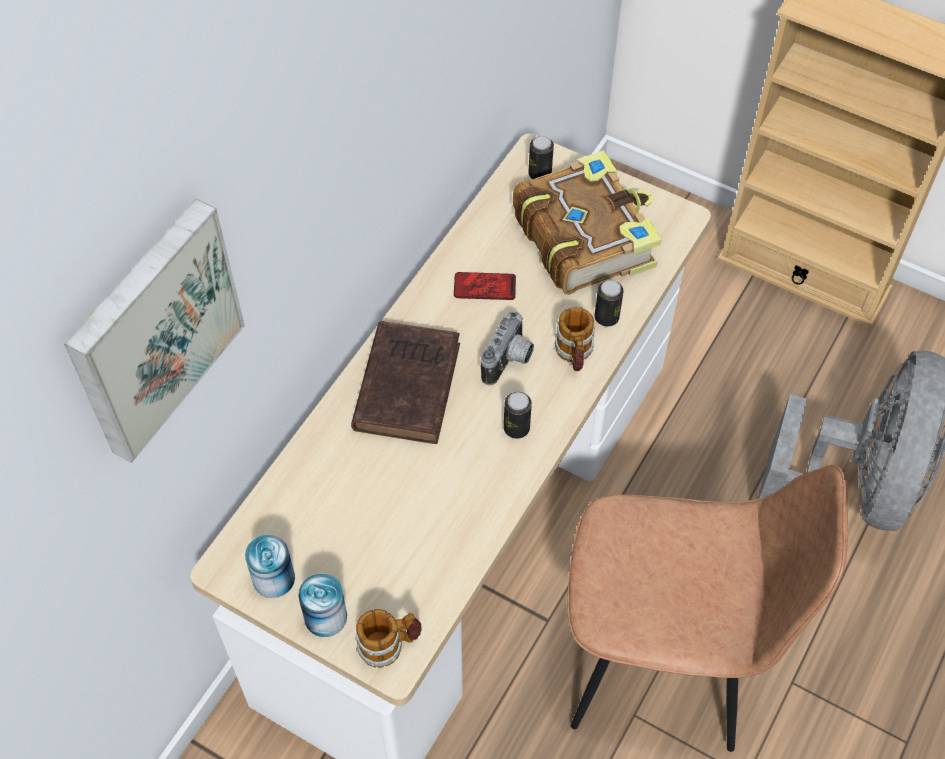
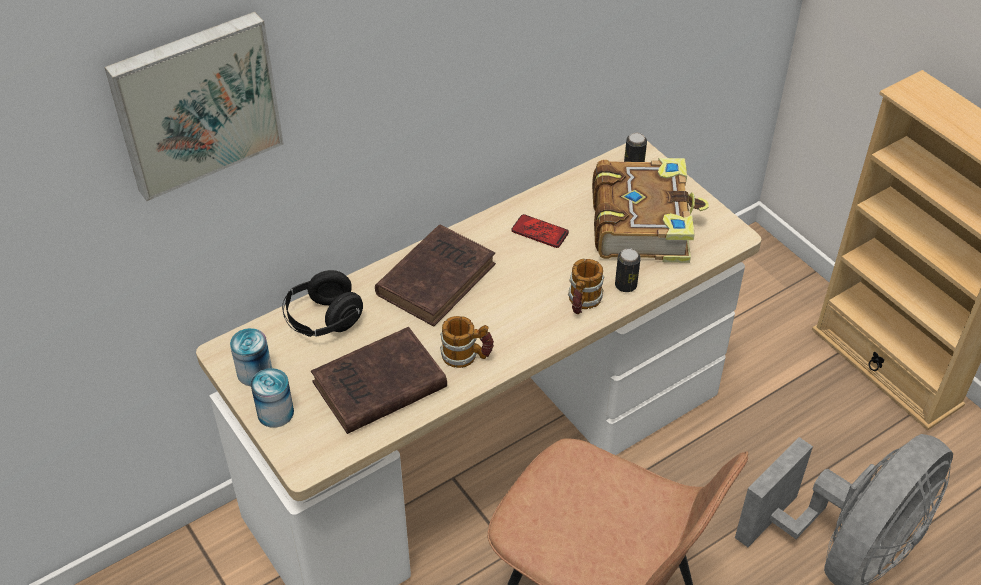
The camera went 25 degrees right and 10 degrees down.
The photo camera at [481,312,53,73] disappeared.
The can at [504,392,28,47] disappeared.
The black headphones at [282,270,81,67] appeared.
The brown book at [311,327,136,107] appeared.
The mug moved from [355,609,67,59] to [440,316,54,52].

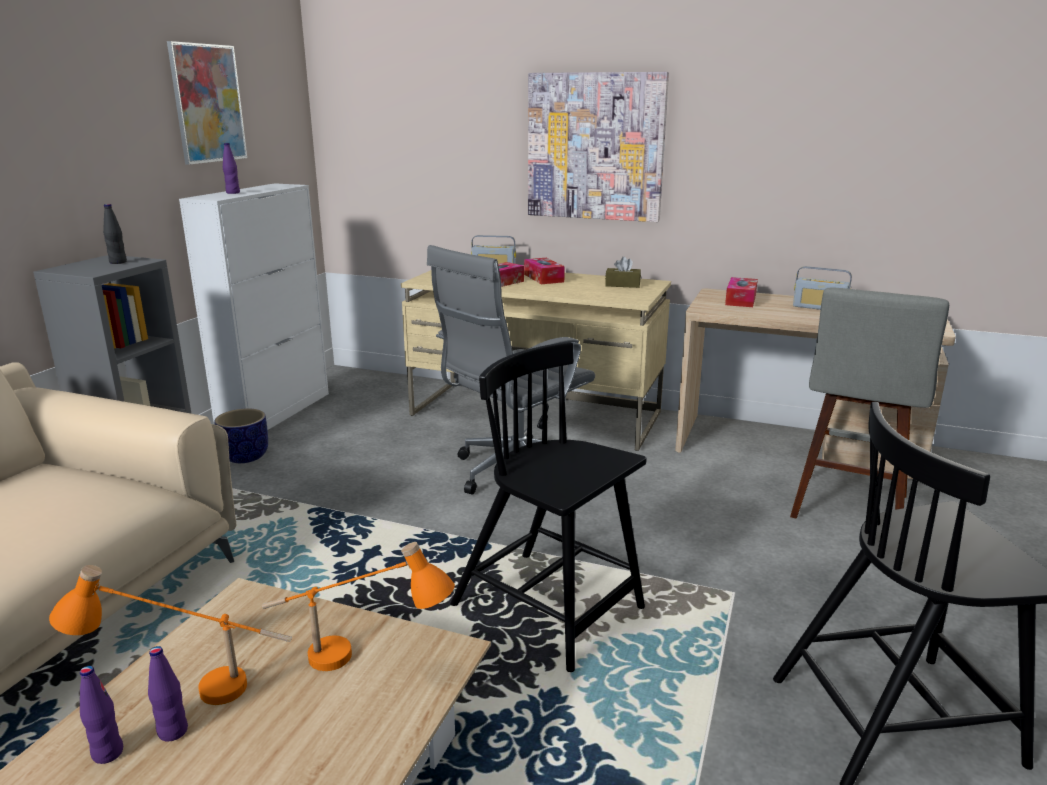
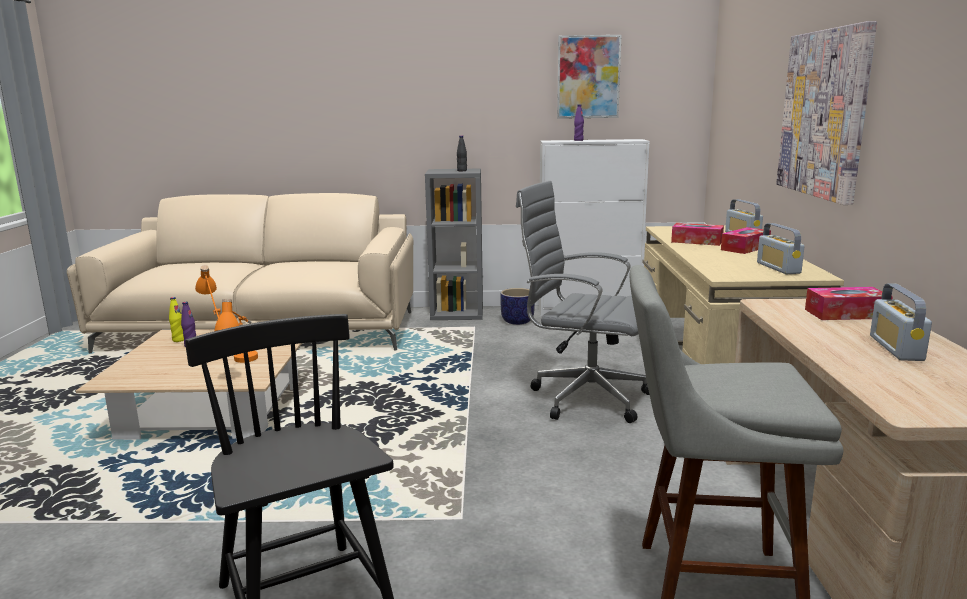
The camera went 70 degrees right and 5 degrees down.
The black chair at [450,342,197,330] disappeared.
The brown tissue box at [605,257,36,31] was replaced by the radio at [757,223,48,51].
The purple bottle at [80,666,43,98] became the yellow bottle at [169,297,15,45].

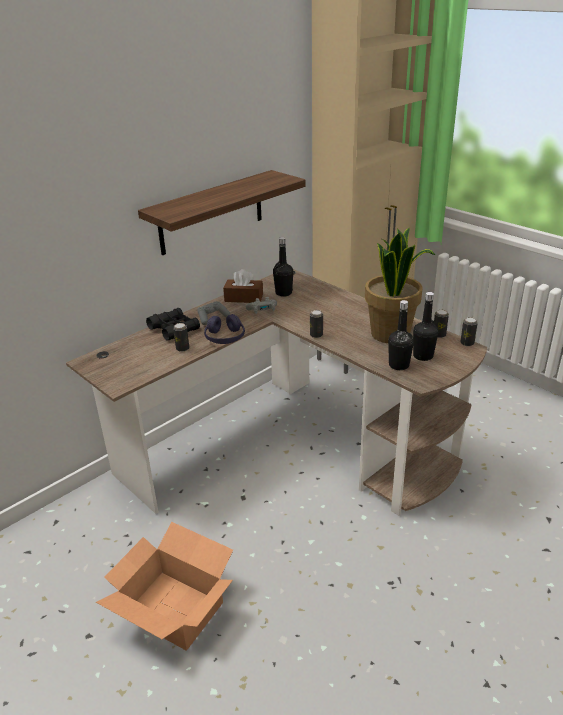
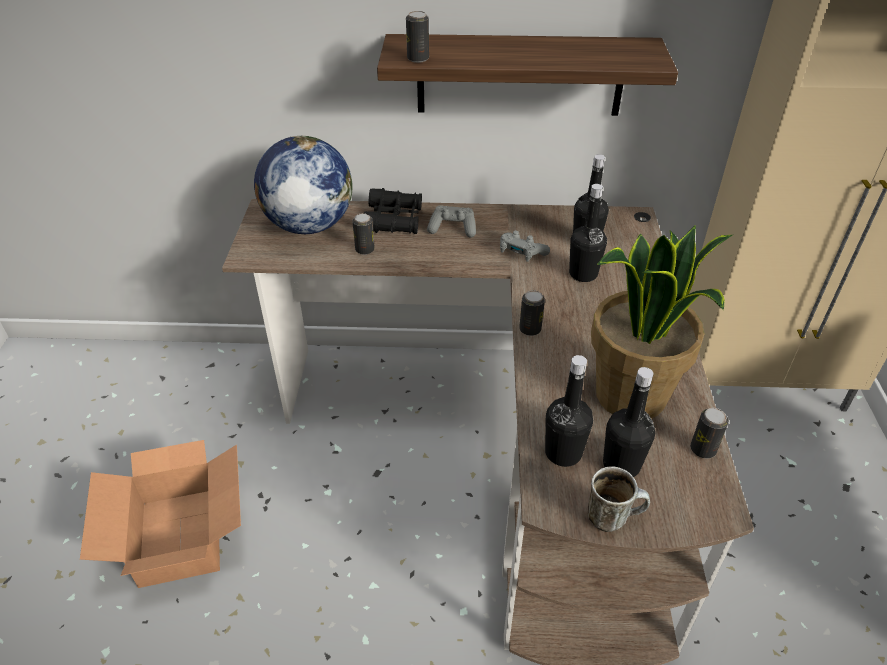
The camera went 45 degrees right and 10 degrees up.
The purple headphones at [204,314,41,30] disappeared.
The brown tissue box at [223,269,40,34] disappeared.
The globe at [254,136,99,98] appeared.
The black bottle at [569,184,38,98] appeared.
The mug at [588,466,62,66] appeared.
The can moved from [460,317,18,29] to [406,11,23,52].

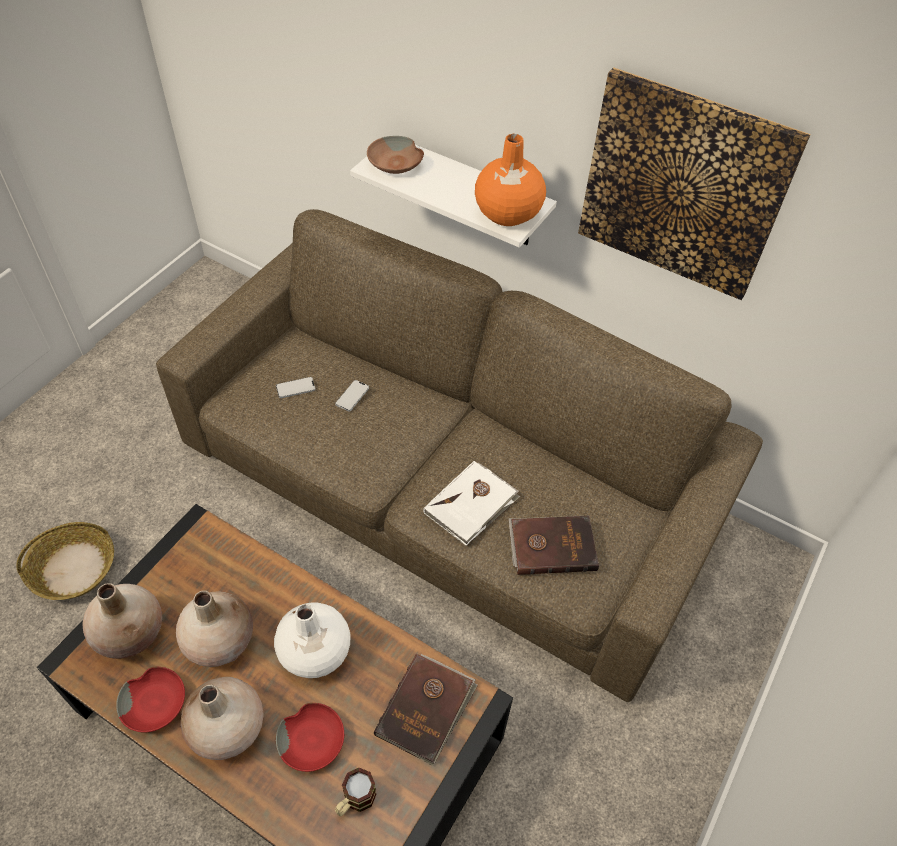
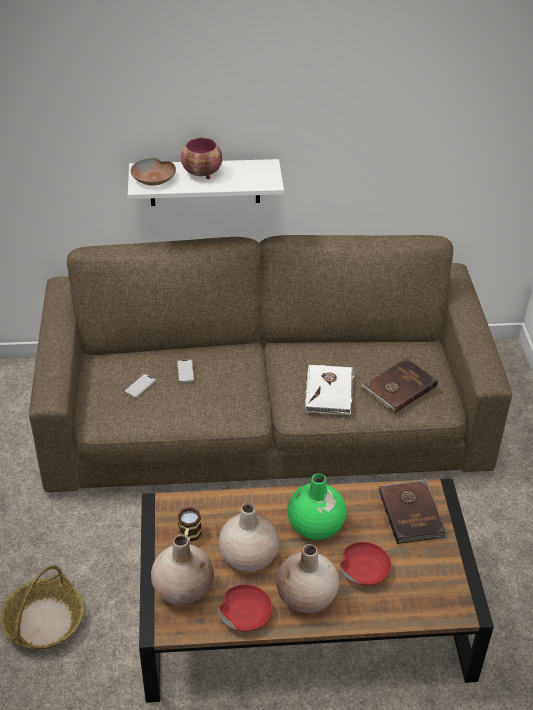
The camera went 35 degrees left and 10 degrees down.
The orange vase at [475,134,71,92] disappeared.
The picture at [578,67,233,233] disappeared.
The bowl at [181,137,41,42] appeared.
The mug moved from [335,768,41,48] to [178,507,24,35].
The white vase at [274,602,76,76] became the green vase at [287,473,60,67].

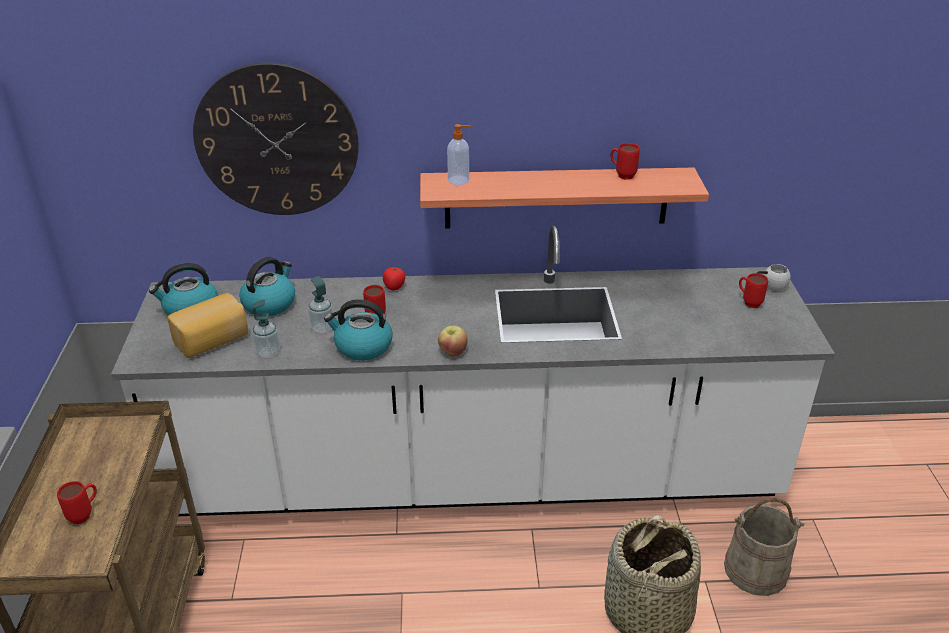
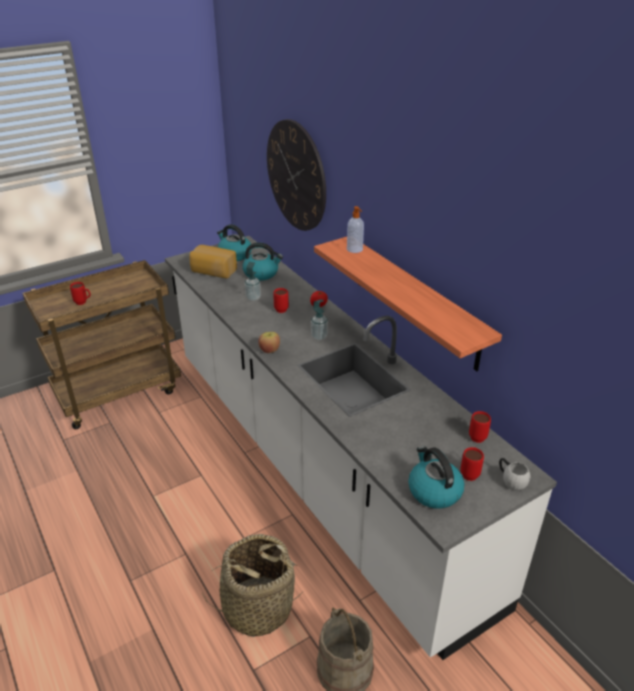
The camera went 60 degrees right and 0 degrees up.
The soap dispenser moved from [252,299,28,59] to [311,299,17,41].
The kettle moved from [324,299,69,61] to [408,446,56,63].
The red mug moved from [611,143,29,37] to [469,411,22,32].

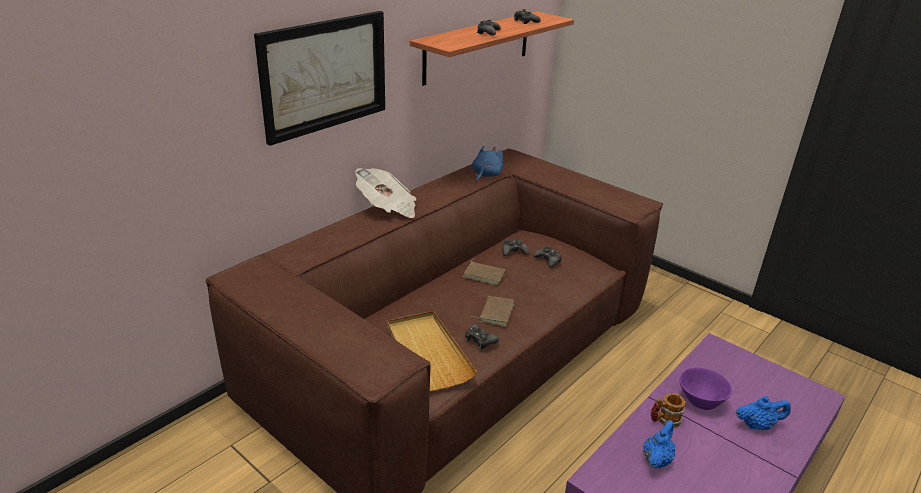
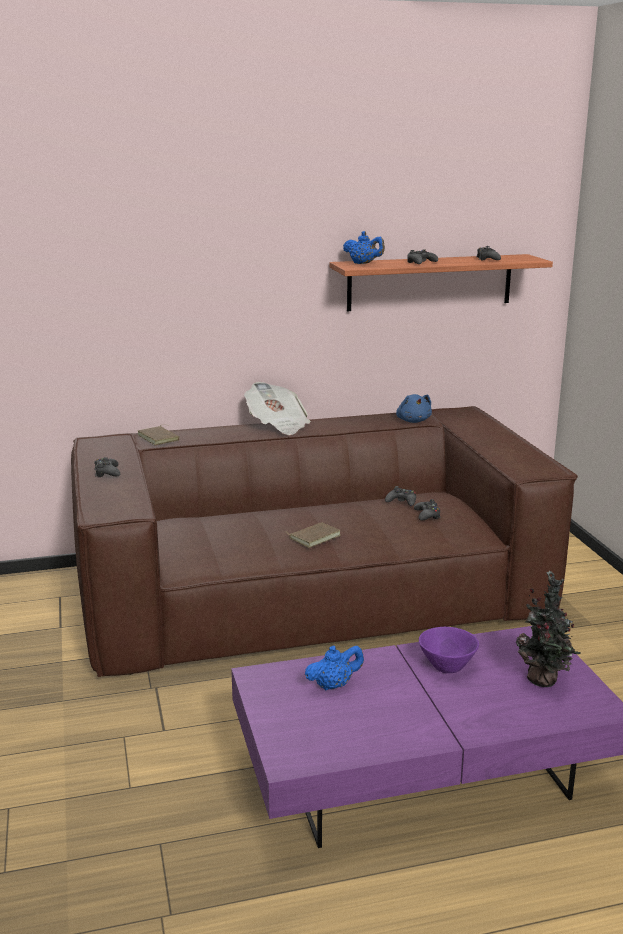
The camera went 35 degrees right and 10 degrees down.
The picture at [254,11,131,135] disappeared.
The beige tray at [387,311,90,81] disappeared.
The mug at [651,393,35,35] disappeared.
The potted plant at [515,571,66,116] appeared.
The brown book moved from [463,258,43,27] to [138,425,41,20].
The black game controller moved from [465,325,34,24] to [94,457,26,20].
The blue teapot moved from [736,396,55,34] to [343,231,42,33].
The blue plush toy at [472,146,31,36] turned 105 degrees clockwise.

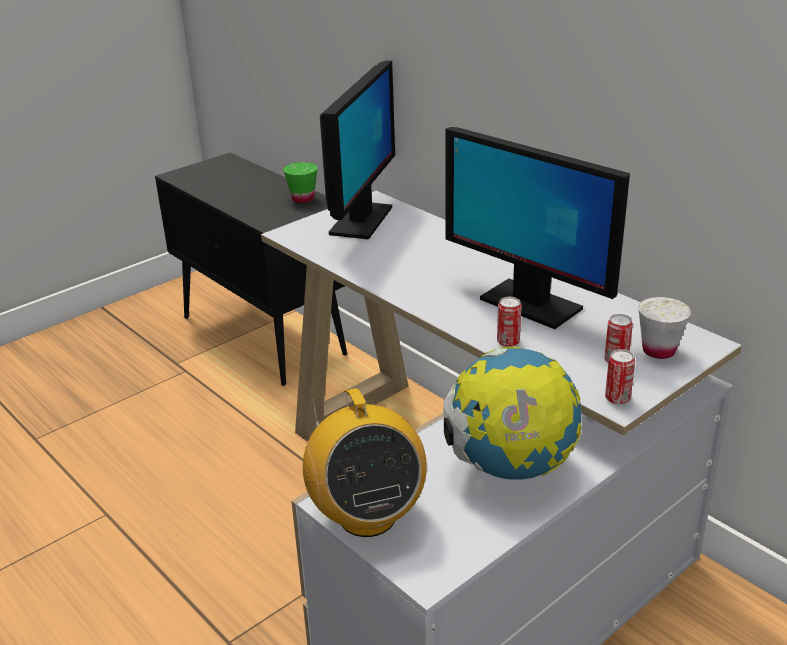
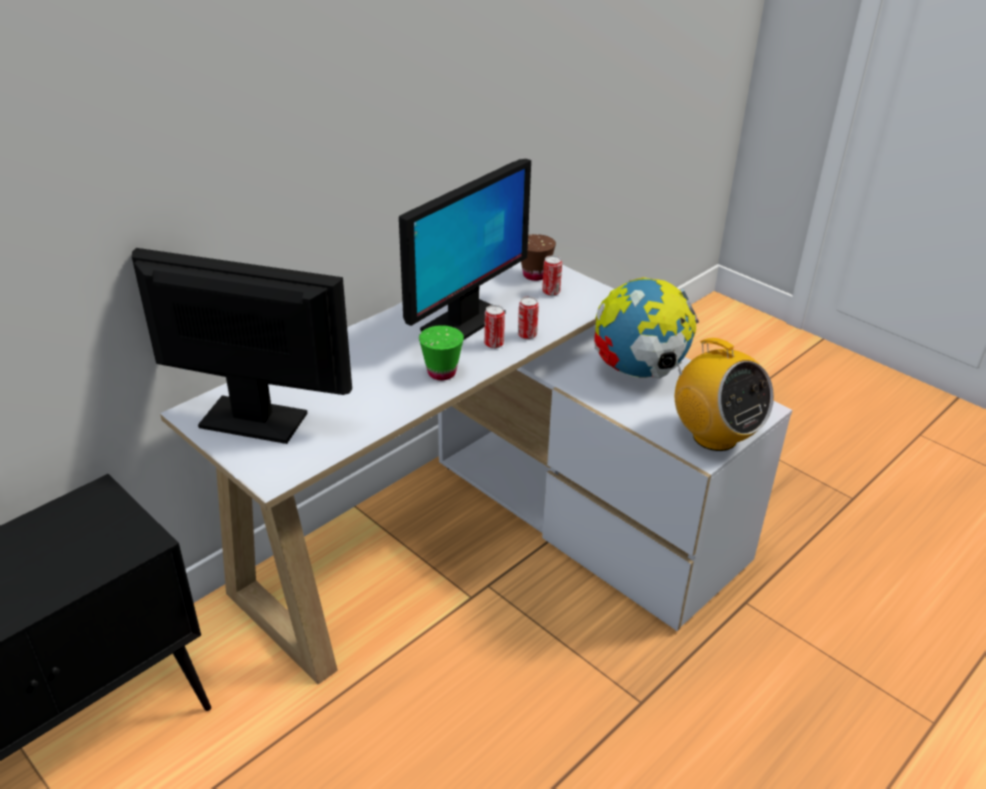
The camera went 95 degrees left and 5 degrees up.
The green cup moved from [283,162,35,41] to [419,325,45,55].
The can moved from [605,349,30,56] to [484,305,21,44].
The white cup at [638,297,53,62] became the brown cup at [521,234,35,47].
The radio at [303,388,124,149] turned 75 degrees clockwise.

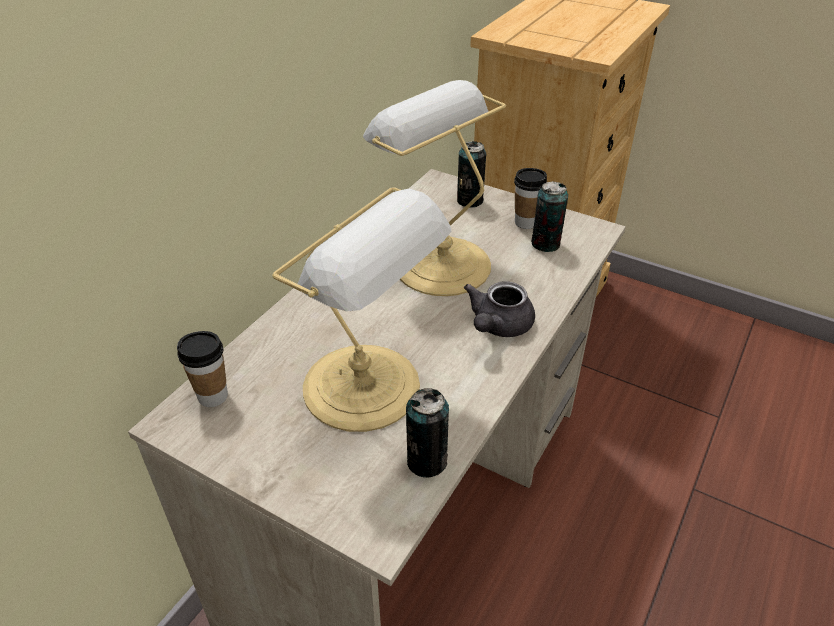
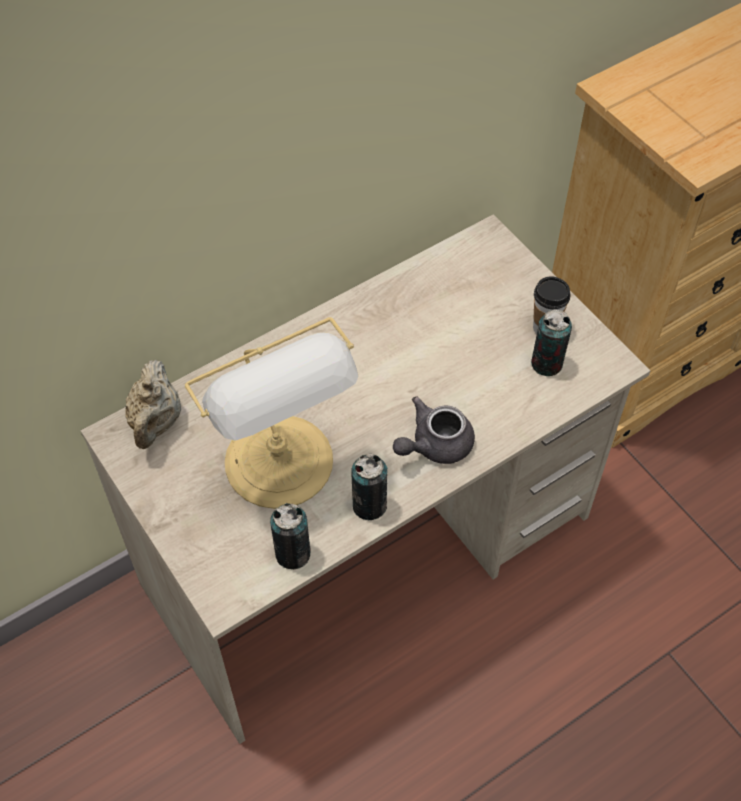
The camera went 25 degrees right and 15 degrees up.
The table lamp at [363,80,143,216] disappeared.
The can moved from [457,141,30,67] to [351,454,36,66].
The cup at [177,331,51,76] was replaced by the beige teapot at [125,360,56,89].

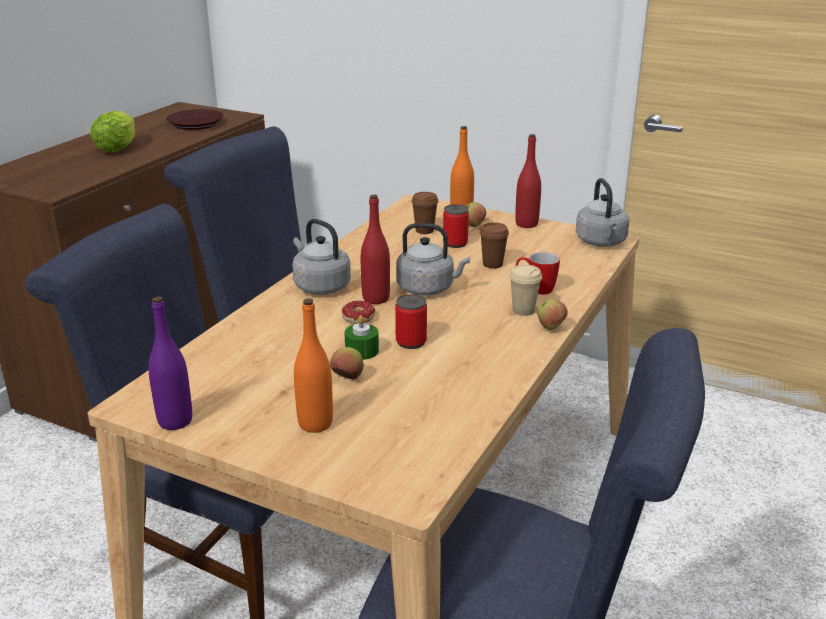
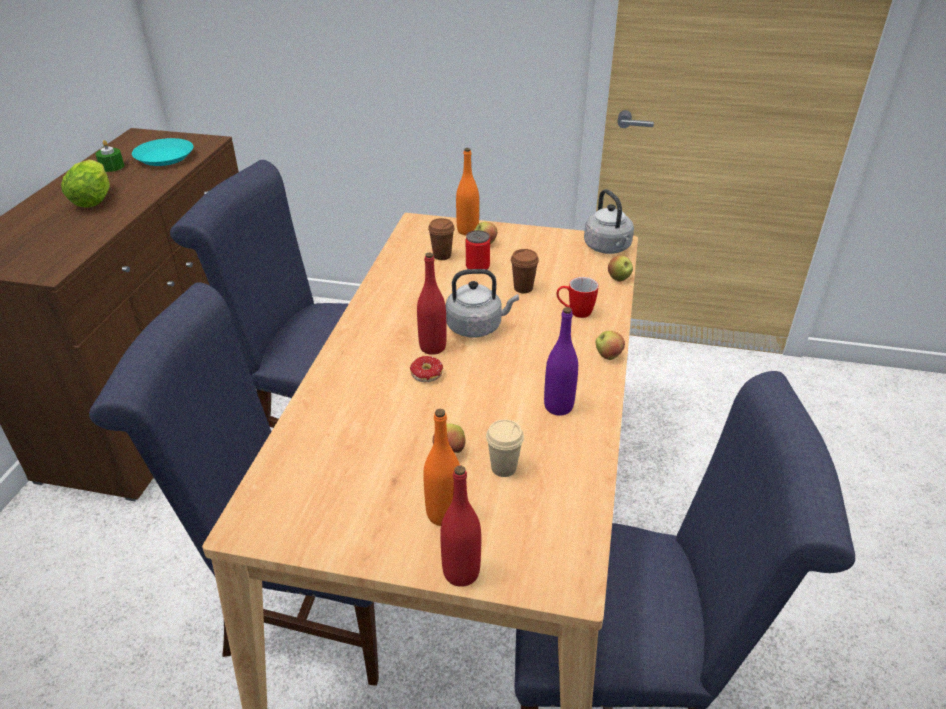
The camera went 15 degrees left and 10 degrees up.
The grey kettle at [292,219,59,76] disappeared.
The can at [395,294,32,55] disappeared.
The apple at [608,255,25,27] appeared.
The purple bottle moved from [148,296,44,134] to [544,307,34,108].
The green candle moved from [344,315,35,45] to [95,140,29,32].
The beige cup moved from [509,265,33,51] to [486,419,38,58].
The red bottle moved from [515,134,26,94] to [440,465,41,122].
The brown plate at [166,109,57,21] became the turquoise plate at [132,138,61,28].

